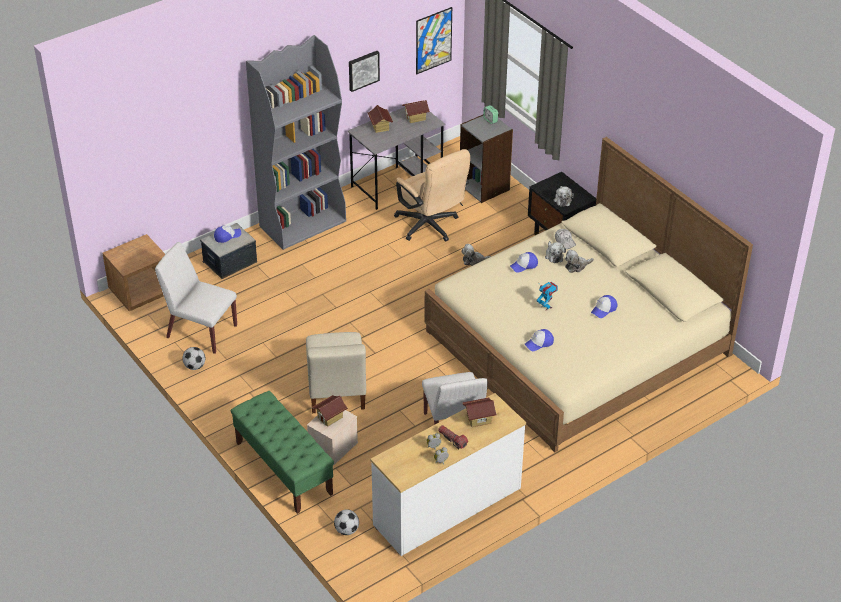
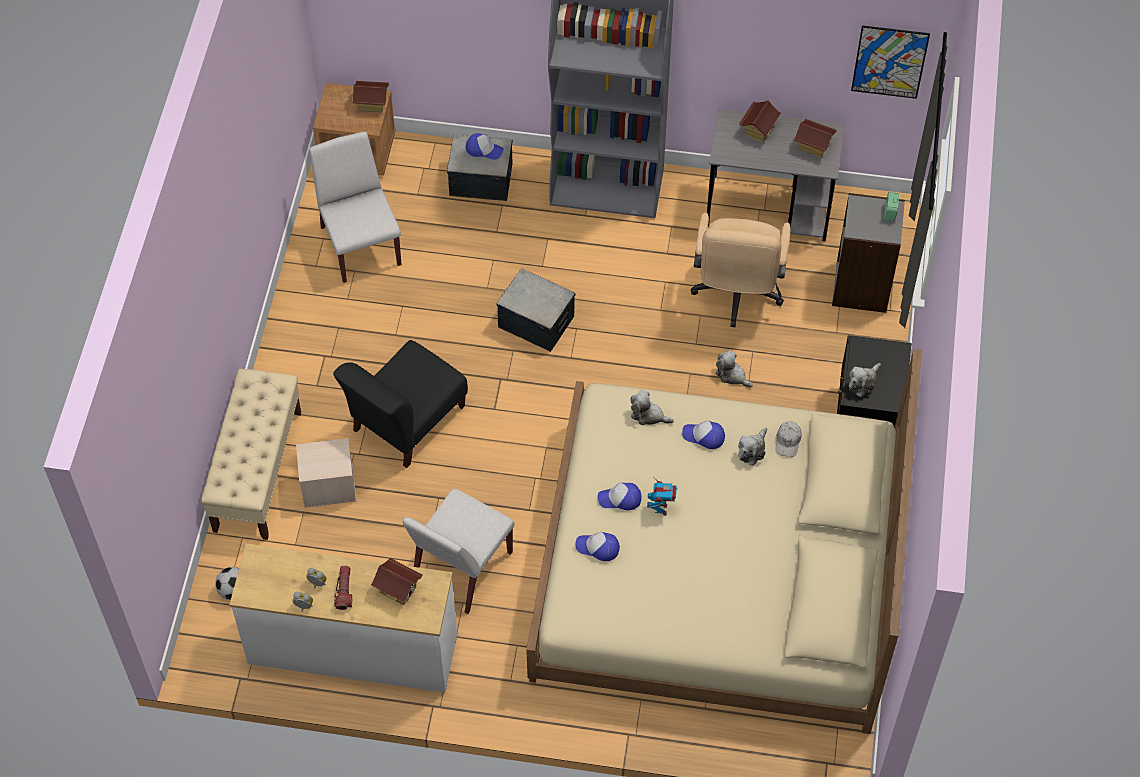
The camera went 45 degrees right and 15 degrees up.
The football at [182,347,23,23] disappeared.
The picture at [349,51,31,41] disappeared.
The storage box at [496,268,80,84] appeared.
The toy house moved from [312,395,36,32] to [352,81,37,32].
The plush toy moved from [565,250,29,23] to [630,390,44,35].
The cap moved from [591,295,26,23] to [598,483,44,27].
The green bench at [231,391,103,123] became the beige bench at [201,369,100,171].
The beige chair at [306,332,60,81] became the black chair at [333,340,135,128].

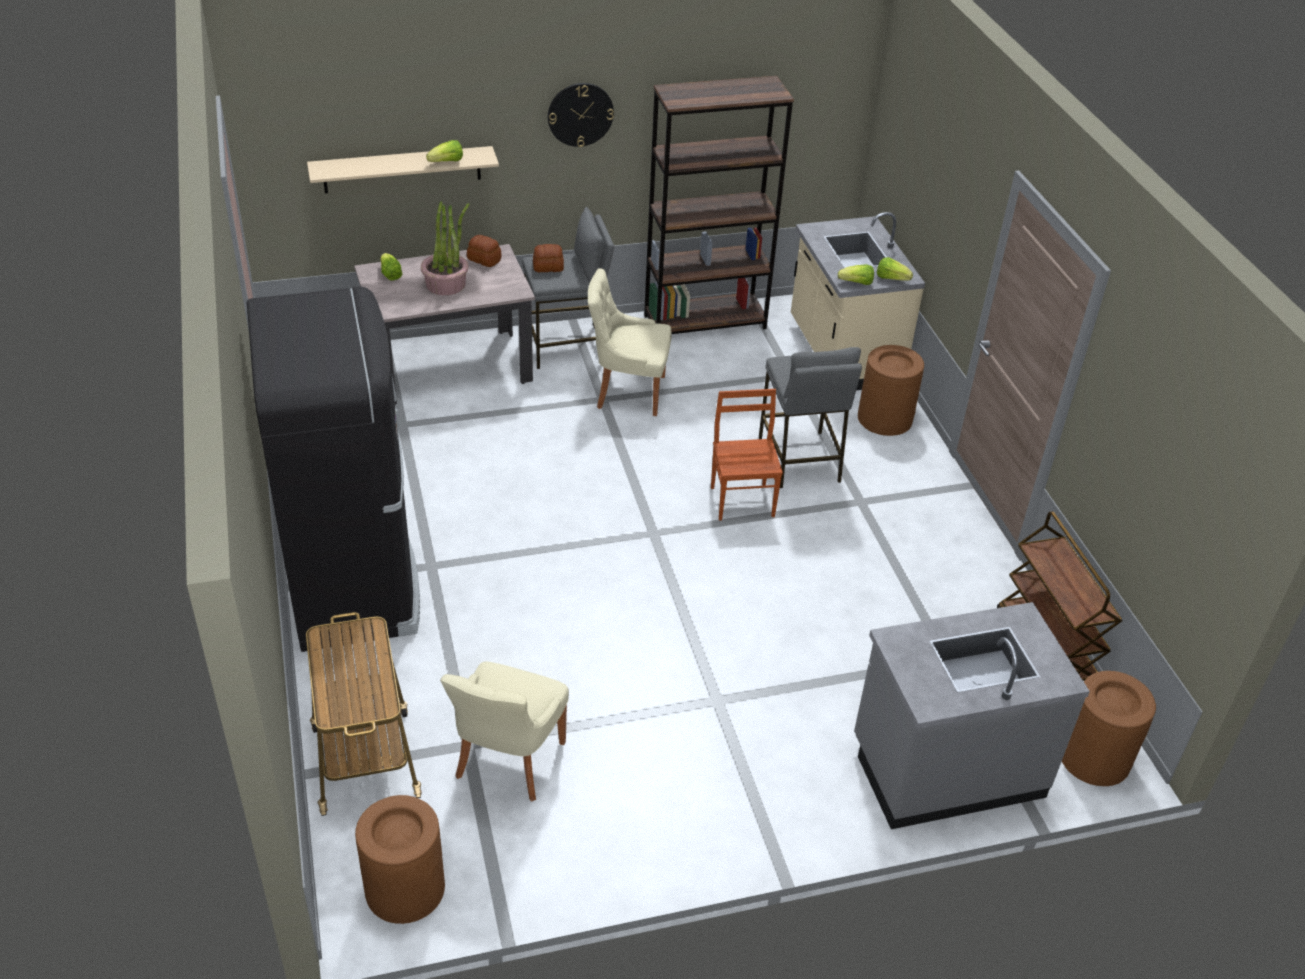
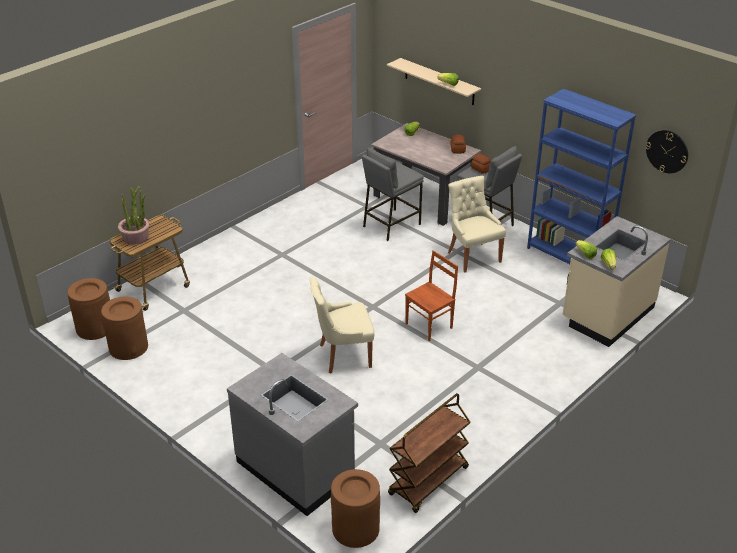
The camera went 60 degrees right and 5 degrees down.
The black fridge at [247,286,173,366] disappeared.
The potted plant moved from [421,201,49,94] to [118,186,32,58].
The beige chair moved from [440,662,129,140] to [310,277,64,96].
The wall clock moved from [548,83,66,64] to [646,130,42,43].
The grey stool moved from [759,347,103,141] to [362,148,62,93].
The brown trash can moved from [858,345,66,91] to [101,296,47,64].
The brown bookcase at [644,76,150,258] became the blue bookcase at [527,89,109,175].

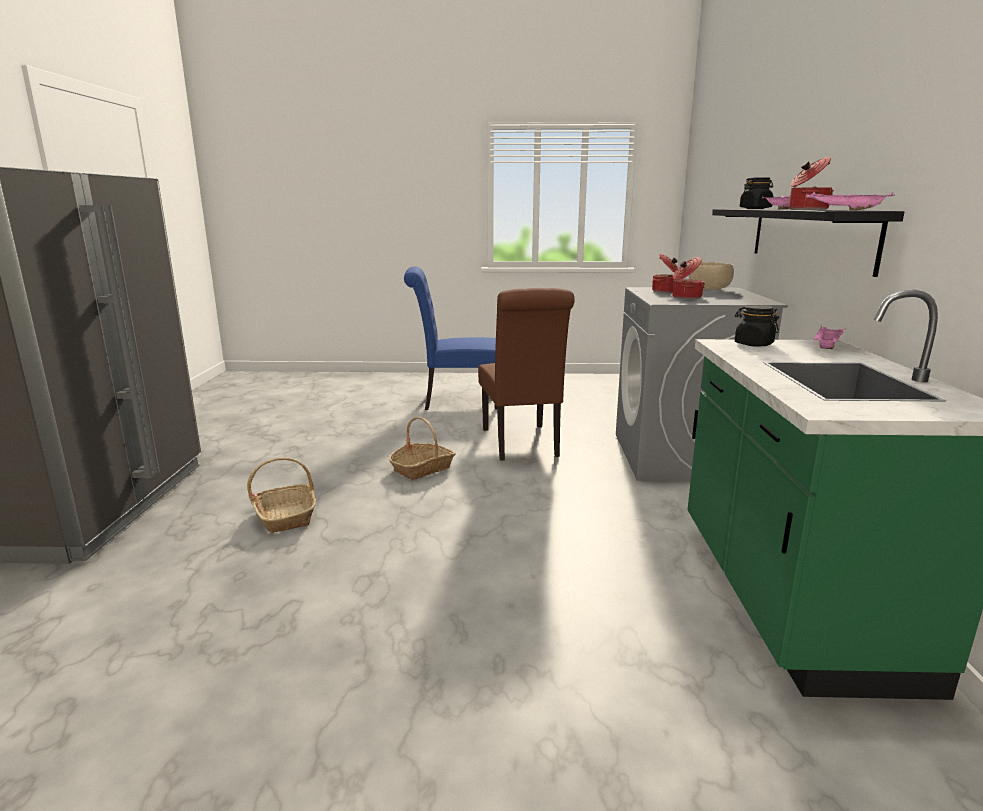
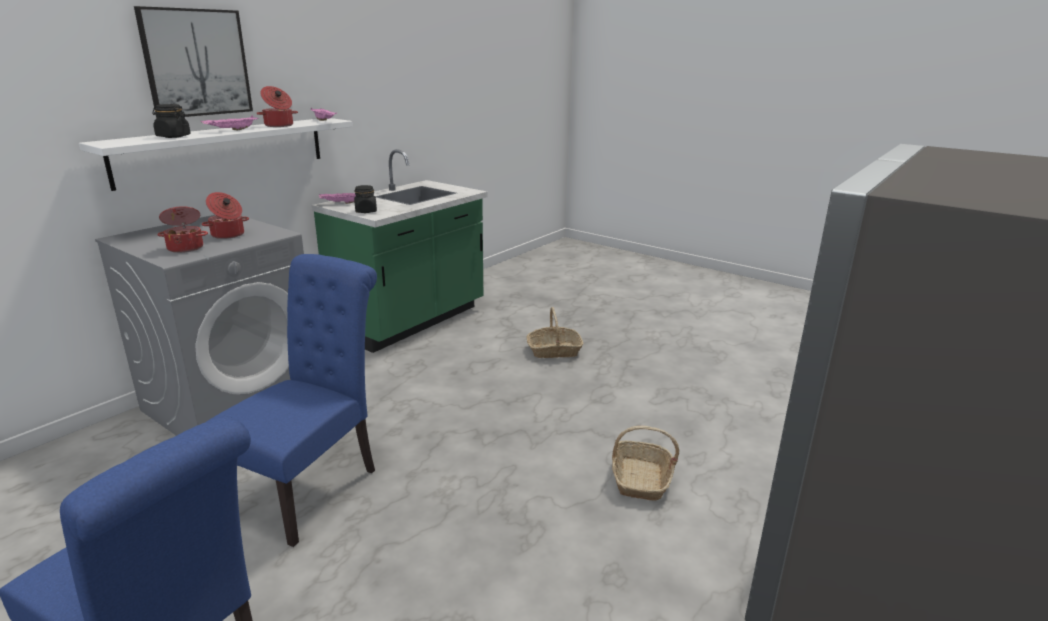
The camera went 145 degrees left and 5 degrees up.
The beige bowl at [689,262,45,28] disappeared.
The picture at [134,6,119,112] appeared.
The basket moved from [388,417,68,63] to [526,307,57,51].
The brown chair at [478,288,97,173] became the blue chair at [206,254,171,293].
The black shelf at [712,209,192,68] became the white shelf at [79,118,274,73].

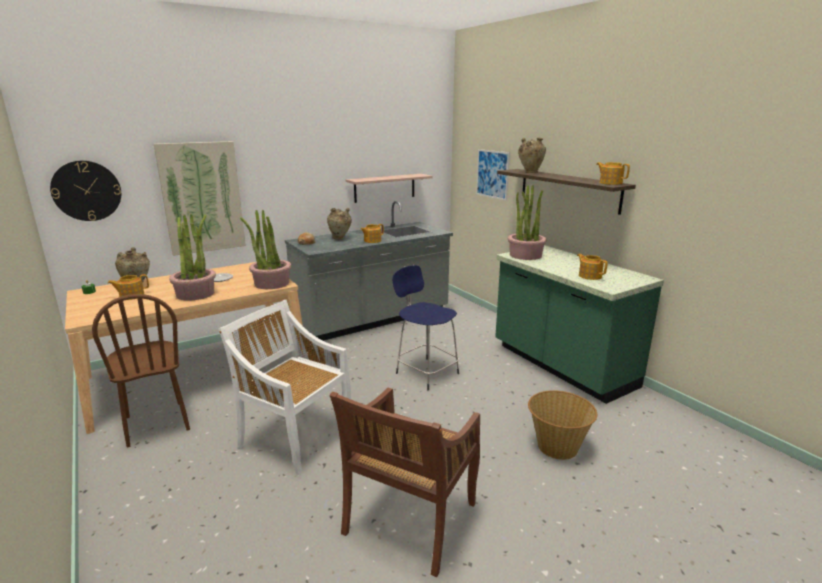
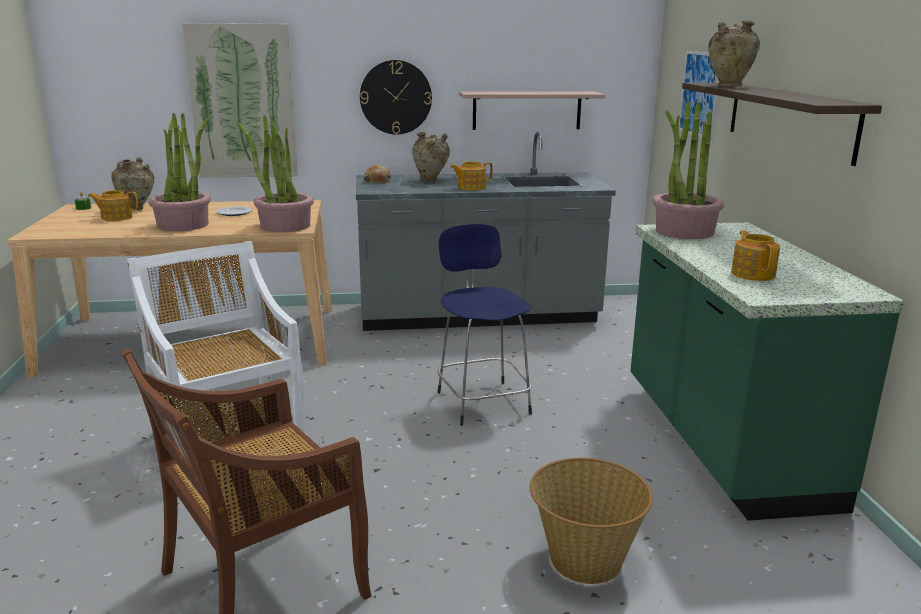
The camera went 25 degrees right and 0 degrees up.
The brown chair at [92,294,98,153] disappeared.
The teapot at [596,162,34,23] disappeared.
The wall clock moved from [50,161,71,60] to [360,60,72,75].

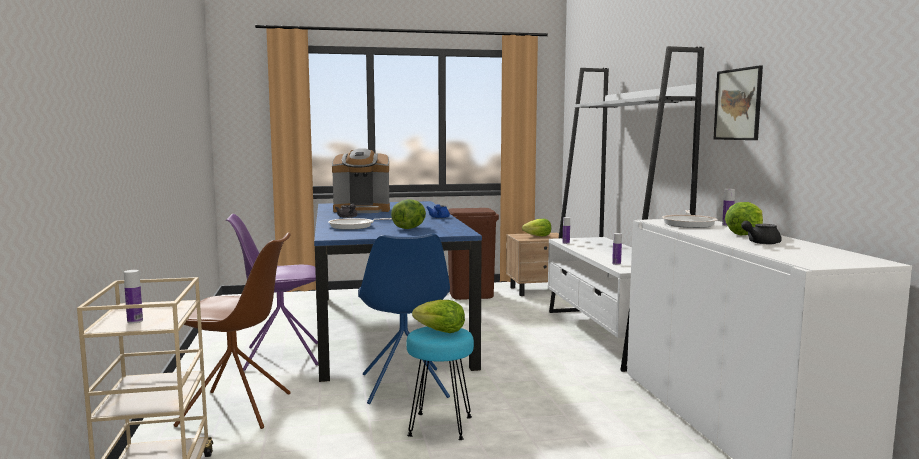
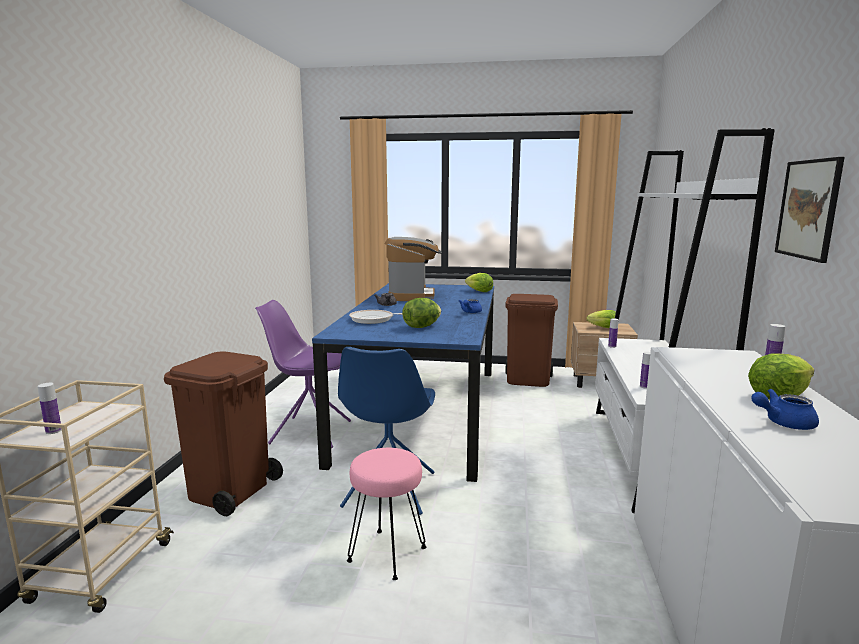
The camera went 20 degrees right and 5 degrees up.
The frying pan at [662,210,56,18] disappeared.
The lettuce moved from [412,300,53,33] to [465,273,28,19].
The brown chair at [174,232,117,197] was replaced by the brown trash can at [164,351,119,165].
The turquoise stool at [406,327,68,113] became the pink stool at [347,448,79,132].
The black teapot at [741,221,41,23] became the blue teapot at [751,389,68,41].
The coffee machine at [332,148,58,65] turned 105 degrees counterclockwise.

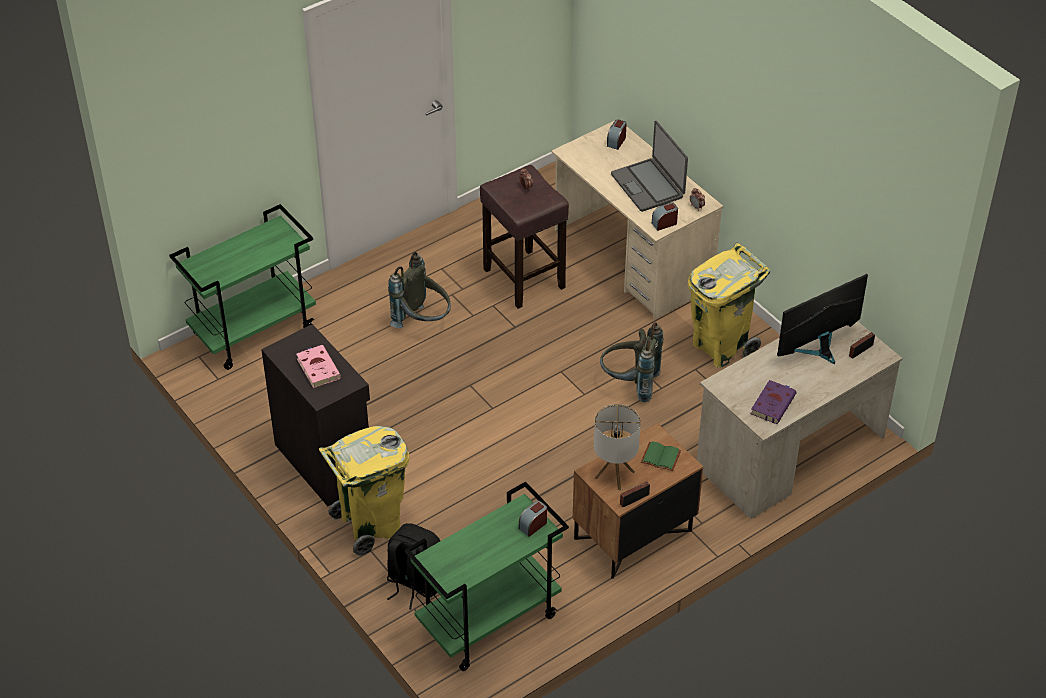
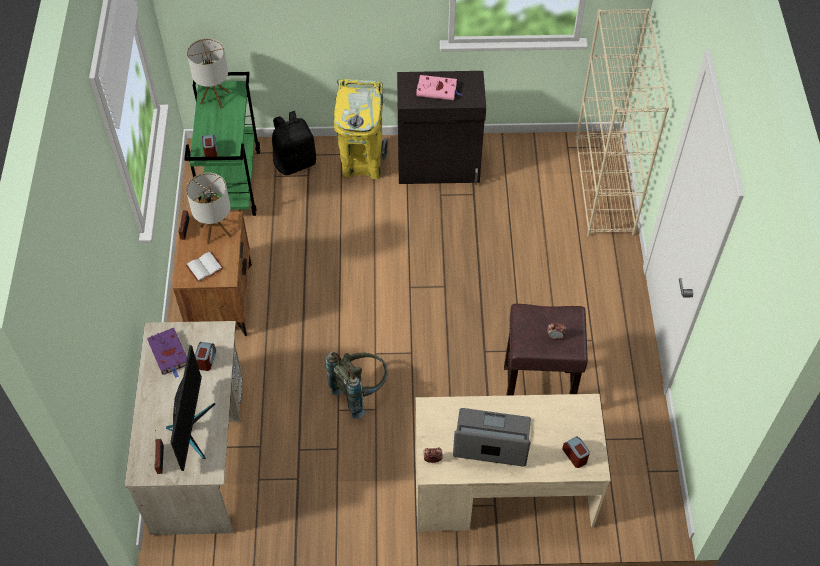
The camera went 125 degrees right and 10 degrees up.
The grey backpack at [388,252,63,76] disappeared.
The yellow trash can at [688,243,82,125] disappeared.
The table lamp at [187,38,42,70] appeared.
The alarm clock moved from [652,202,26,29] to [195,342,21,29].
The green cart at [169,204,147,166] was replaced by the beige bookcase at [575,9,94,228].
The green book at [641,442,40,29] became the white book at [186,252,38,31].

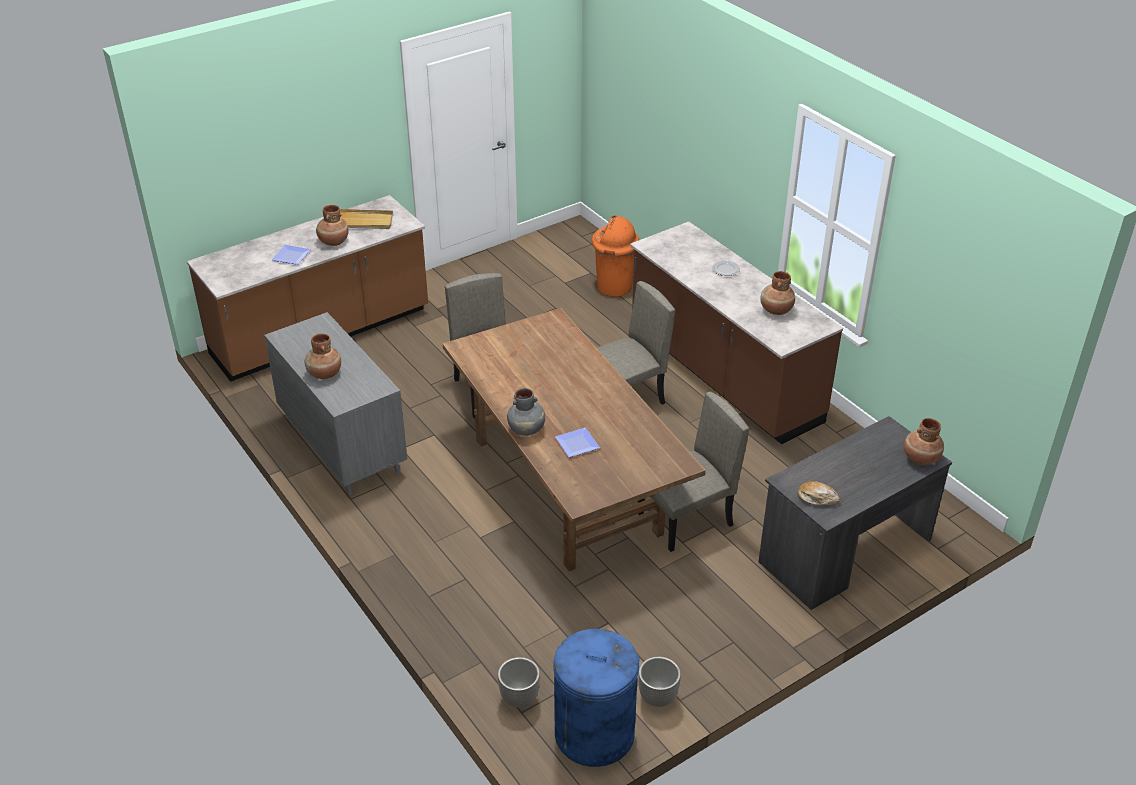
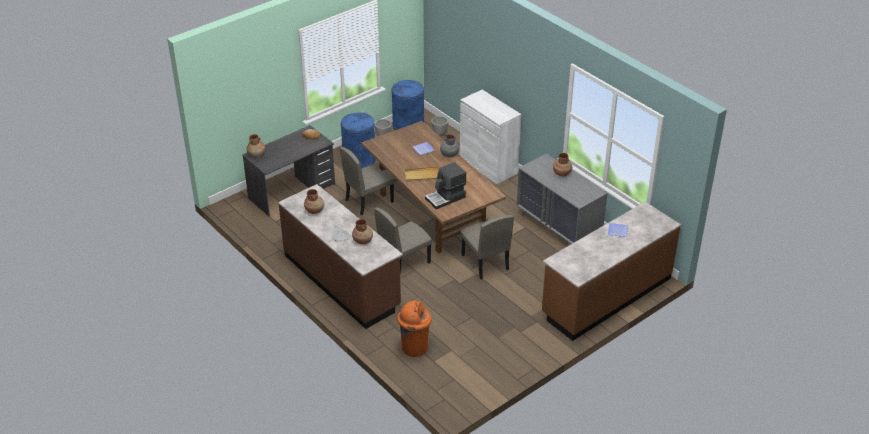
The camera went 175 degrees right and 0 degrees up.
The blue trash can at [341,113,35,56] appeared.
The coffee machine at [425,162,41,47] appeared.
The white cabinet at [460,90,61,94] appeared.
The brown vase moved from [316,205,33,41] to [352,219,21,26].
The beige tray moved from [340,209,53,20] to [404,166,35,16].

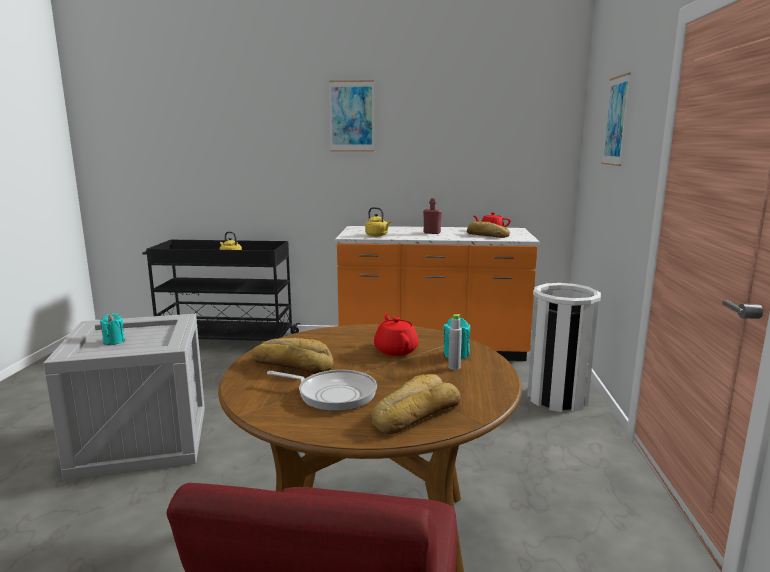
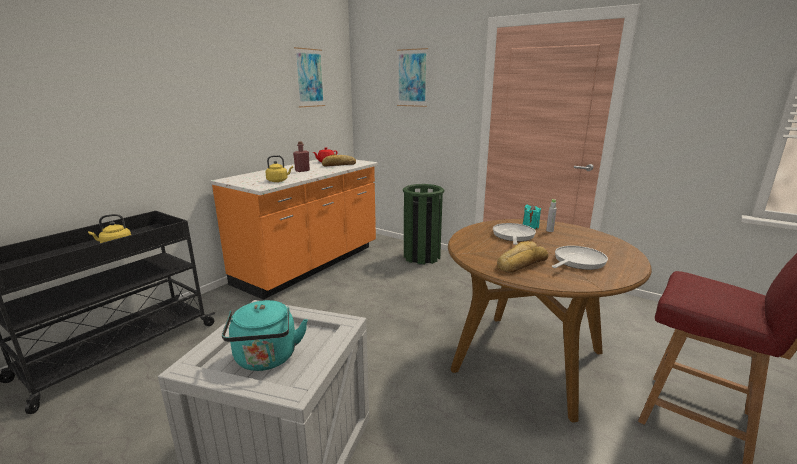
The camera went 60 degrees left and 5 degrees up.
The bread at [372,374,89,60] disappeared.
The picture moved from [329,80,45,72] to [294,47,31,60].
The turquoise candle at [100,313,25,32] was replaced by the turquoise kettle at [222,300,86,71].
The red teapot at [374,314,45,42] was replaced by the frying pan at [493,223,43,22].
The white trash can at [527,283,74,129] became the green trash can at [403,184,41,81].

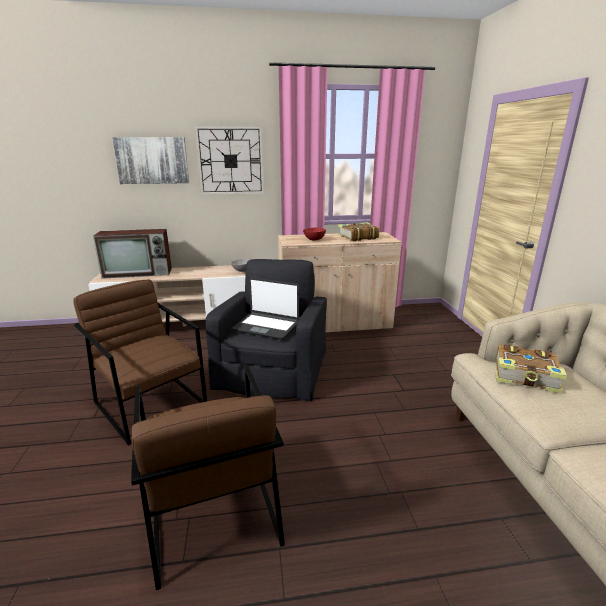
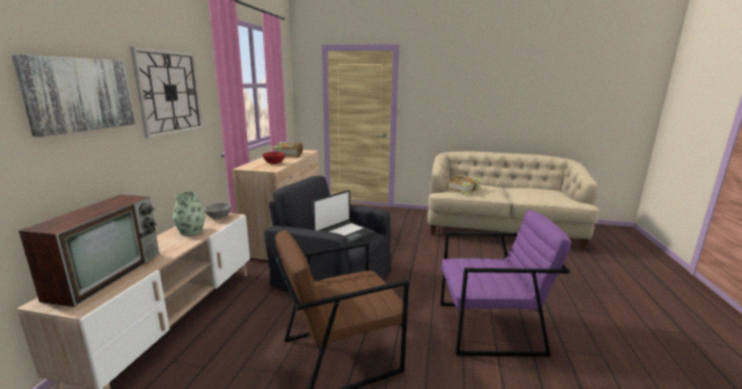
The camera went 70 degrees left and 5 degrees down.
The vase at [173,192,32,44] appeared.
The brown armchair at [131,365,154,225] became the purple armchair at [440,210,131,146].

